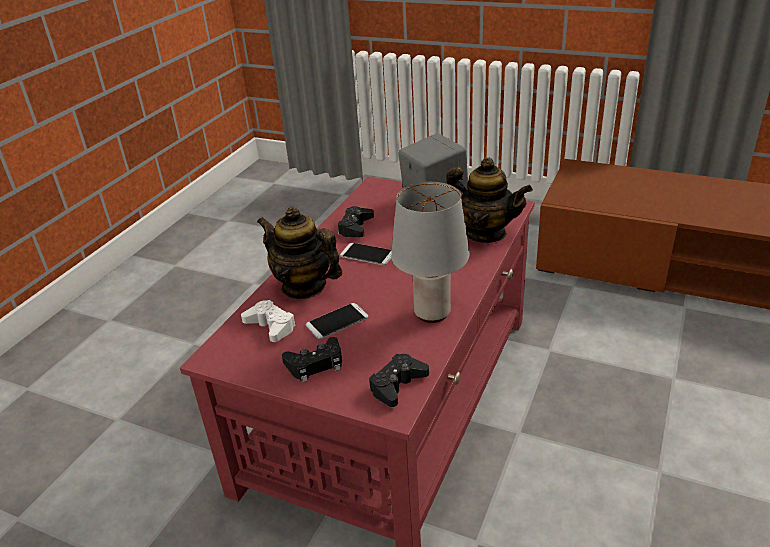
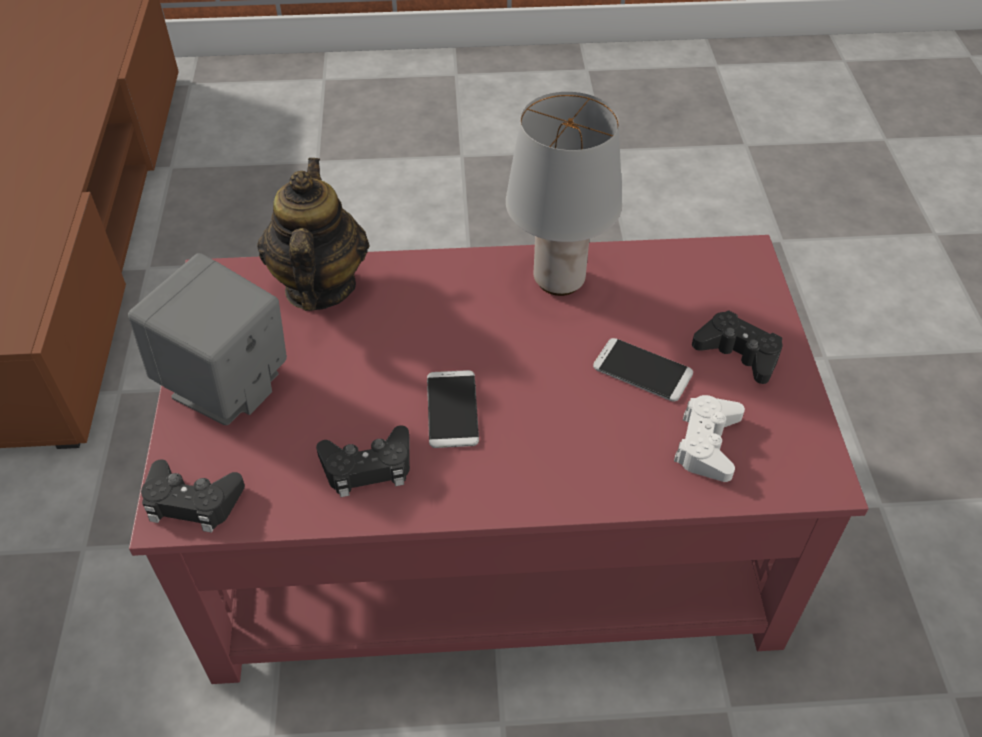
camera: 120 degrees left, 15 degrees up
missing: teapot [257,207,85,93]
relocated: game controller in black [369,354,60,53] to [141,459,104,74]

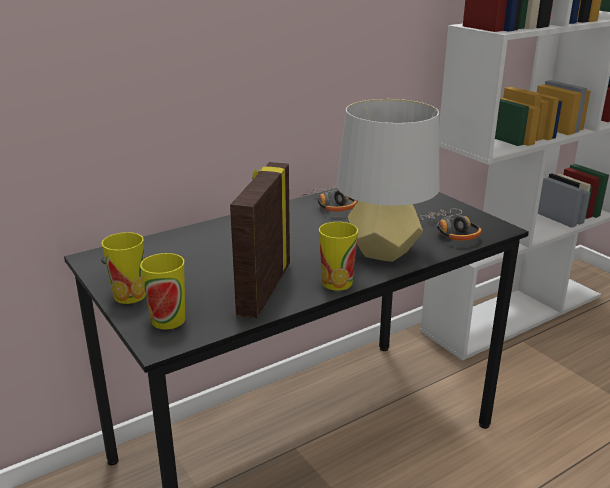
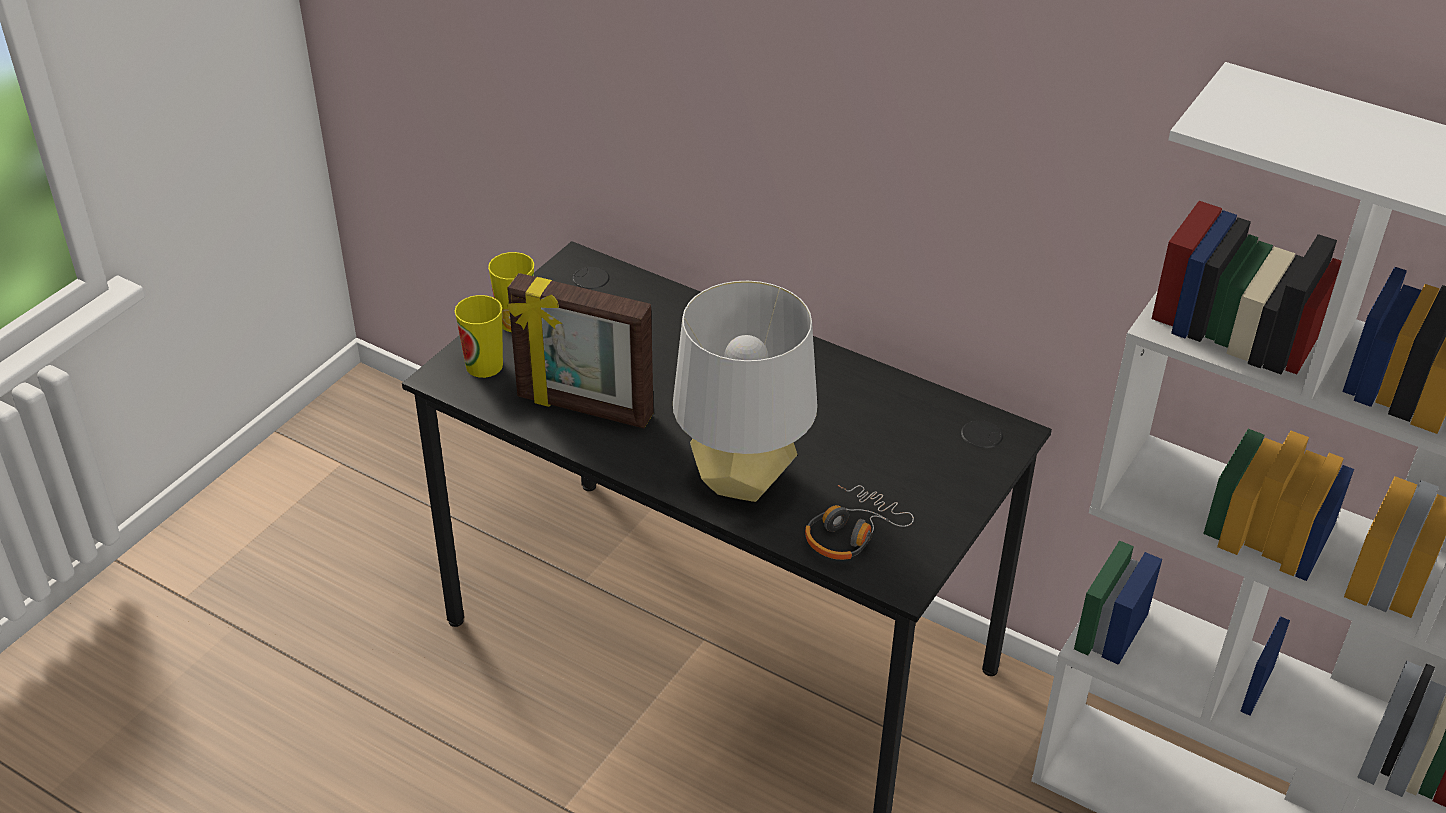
camera: 65 degrees right, 15 degrees up
missing: headphones [300,185,57,27]; cup [319,222,39,69]
spun: picture frame [230,162,60,156] = [507,273,147,155] 150 degrees counterclockwise

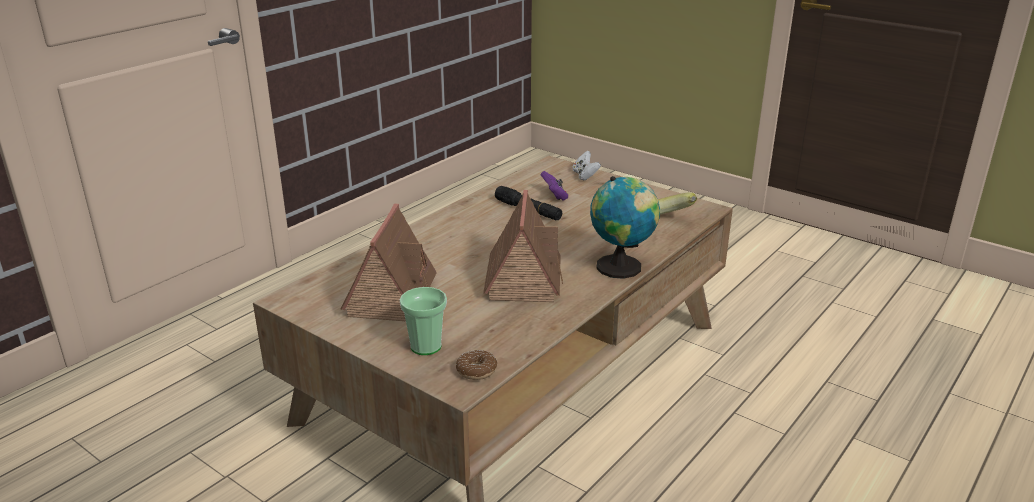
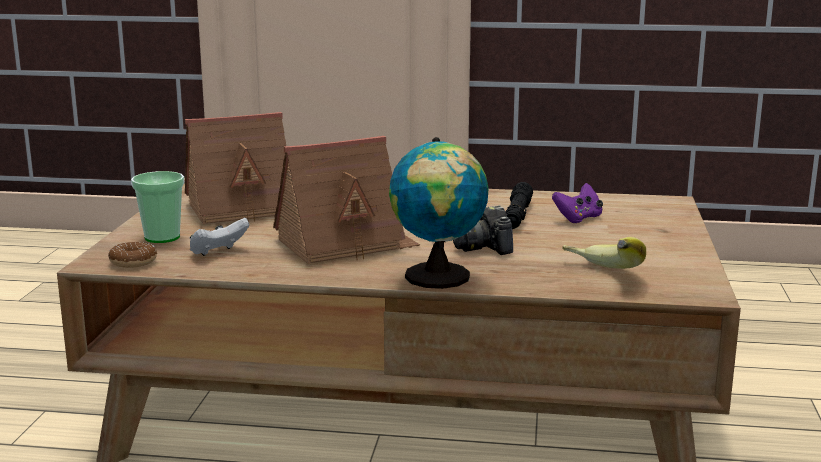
camera: 60 degrees right, 10 degrees down
appeared: photo camera [453,205,60,50]
relocated: game controller in white [573,151,28,29] to [190,218,60,38]

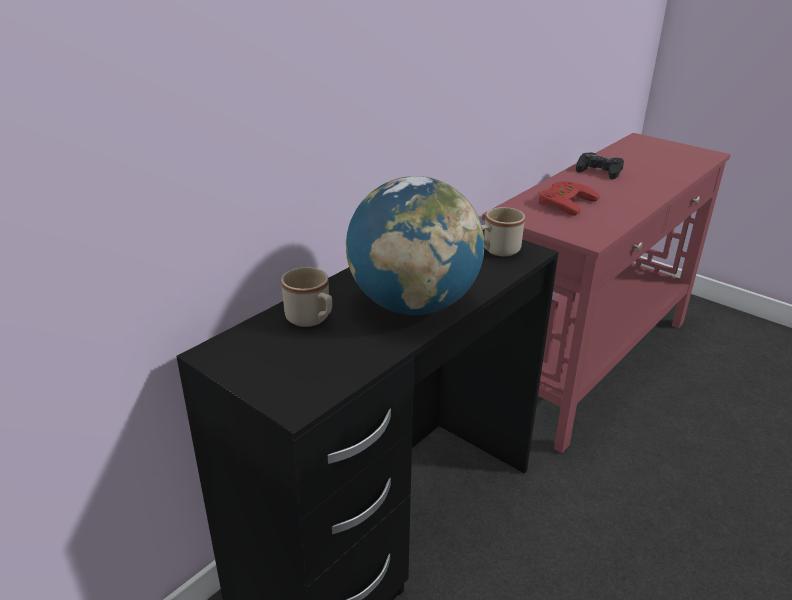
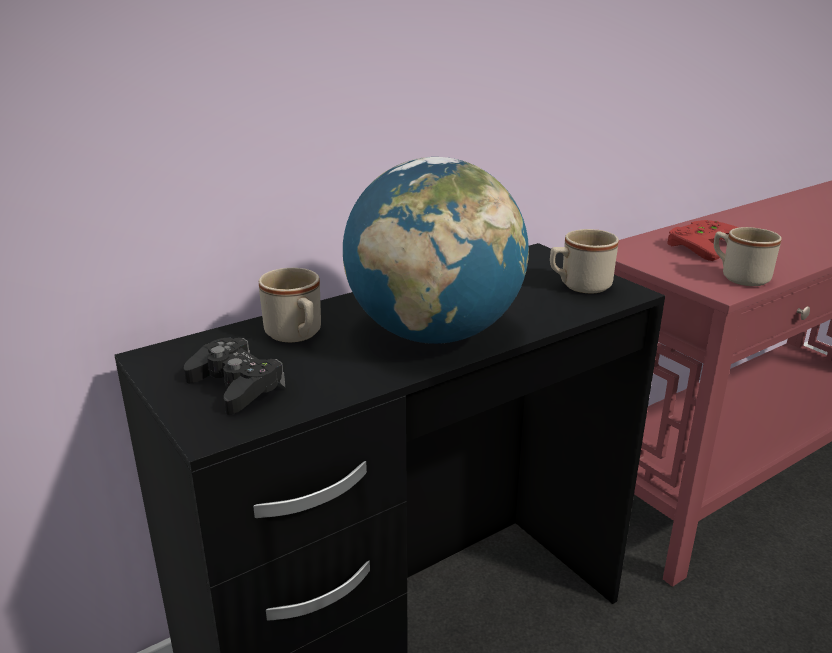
camera: 15 degrees right, 5 degrees down
appeared: mug in beige [714,227,68,59]
relocated: game controller in black [576,152,48,28] to [184,338,101,77]

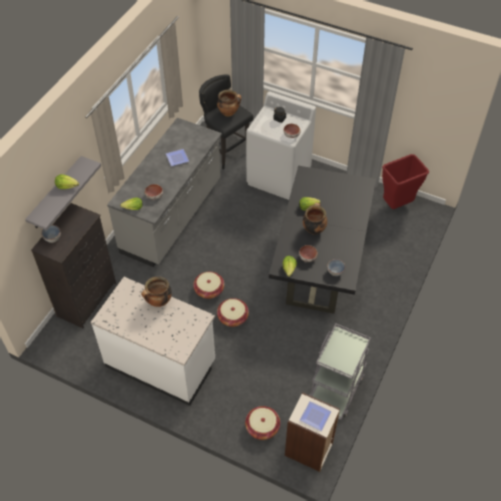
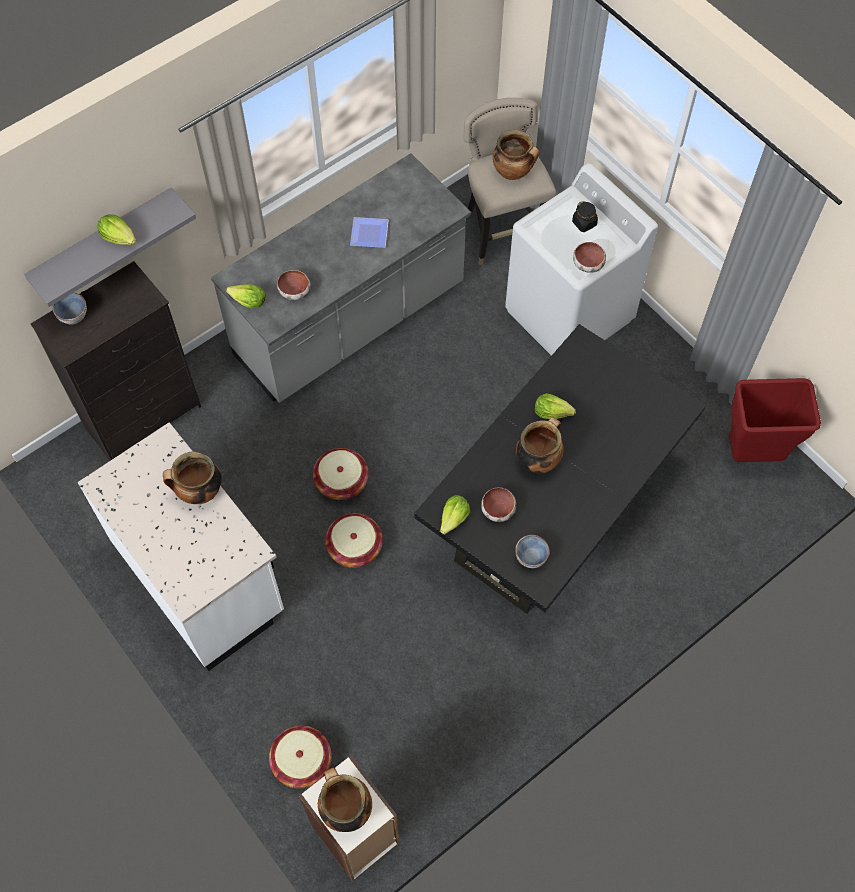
camera: 25 degrees right, 10 degrees up
missing: cart in grey [309,323,62,97]
exchanged: plate [300,401,31,30] to cooking pot [318,767,54,65]
colour: stool in black [199,74,54,95] to stool in beige [463,98,93,167]

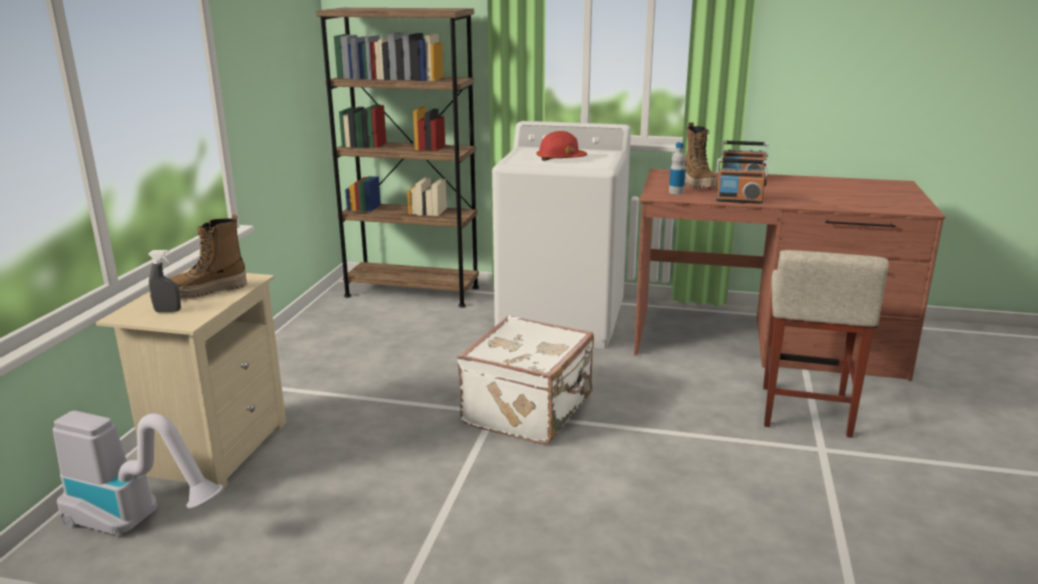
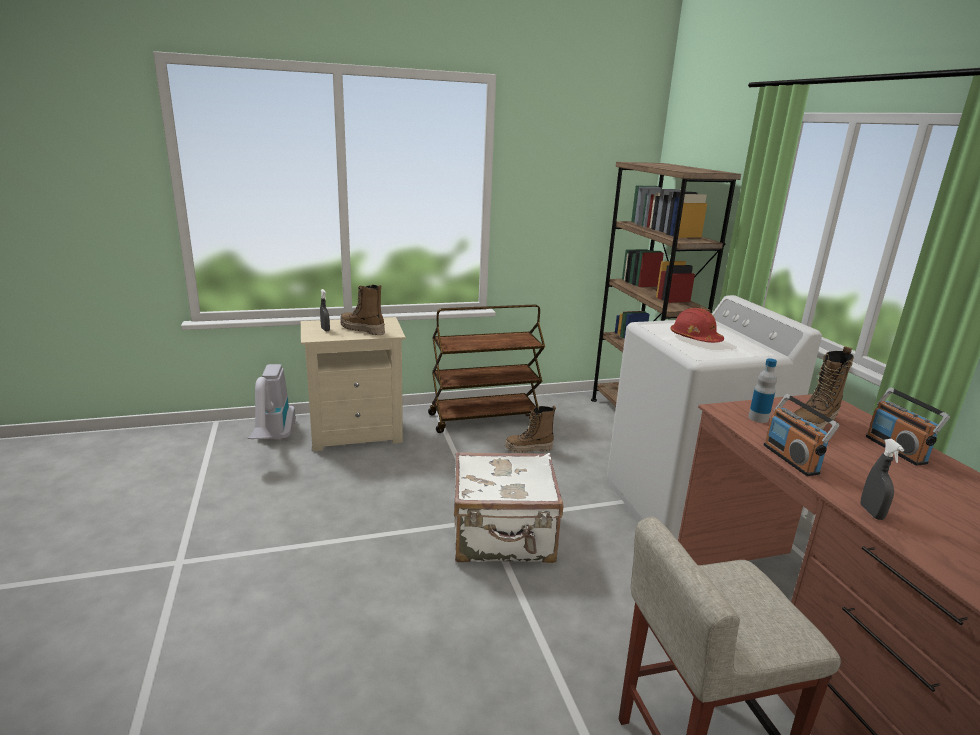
camera: 60 degrees right, 0 degrees up
appeared: cart in brown [428,305,117,128]; boot [505,406,51,47]; spray bottle in grey [860,439,44,81]

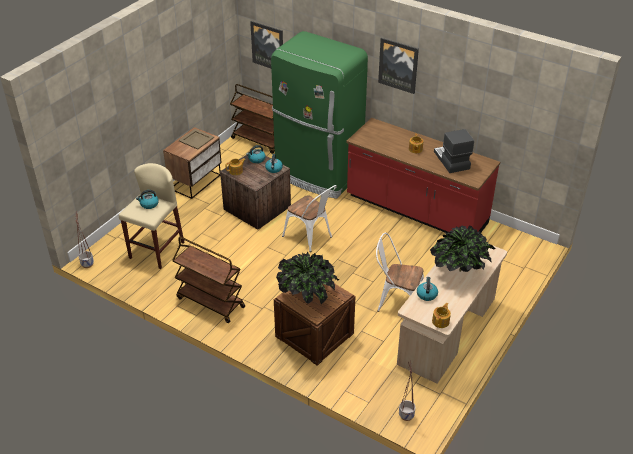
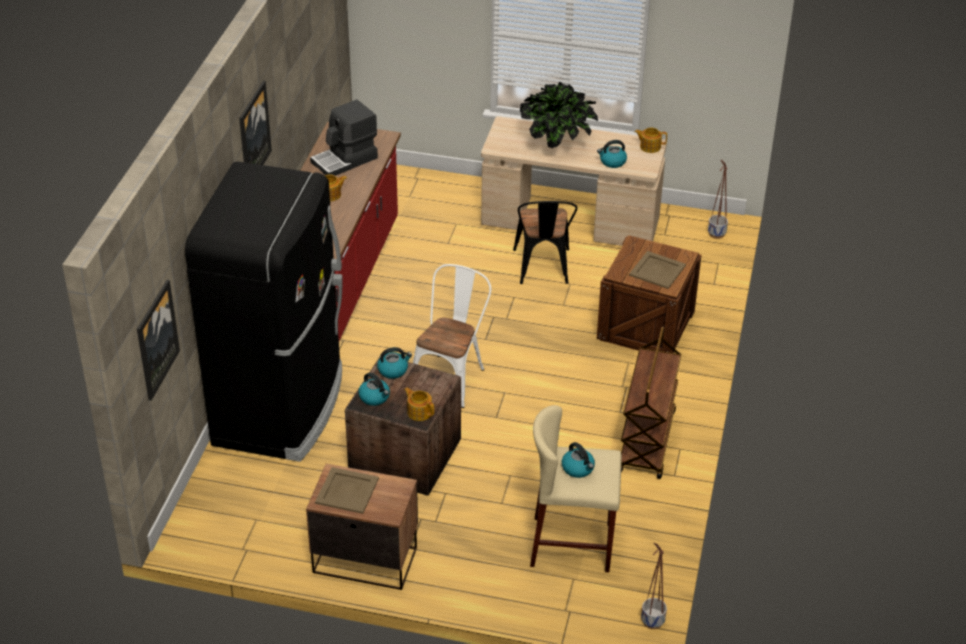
camera: 110 degrees left, 0 degrees up
missing: cart in brown [230,84,45,70]
exchanged: potted plant [276,252,63,52] to tray in beige [629,251,57,38]
colour: fridge in green [271,31,97,168] to fridge in black [185,162,158,300]; chair in white [376,233,48,79] to chair in black [513,201,64,83]

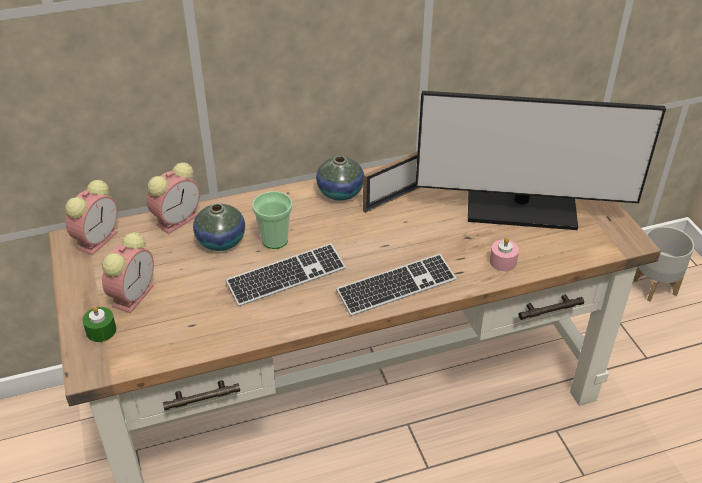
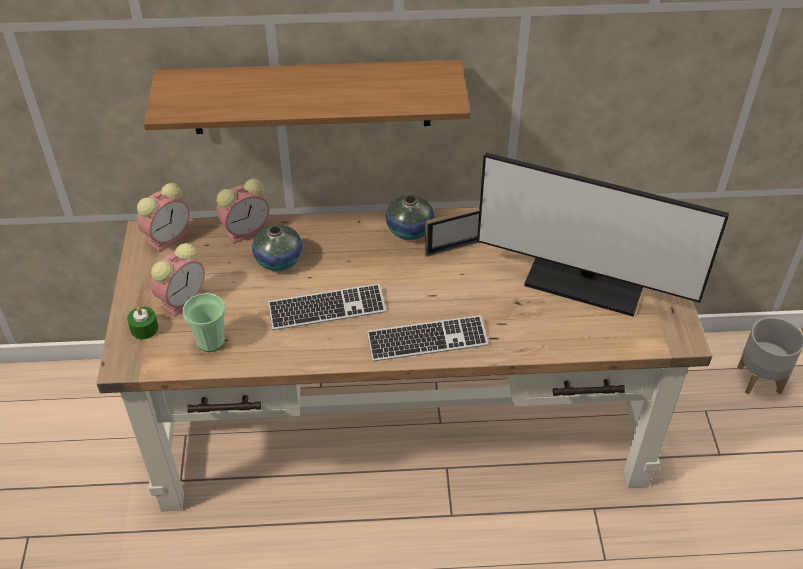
camera: 15 degrees right, 5 degrees up
missing: candle in pink [490,237,29,34]
appeared: shelf [144,60,326,74]
relocated: cup [252,191,40,58] to [183,293,42,59]

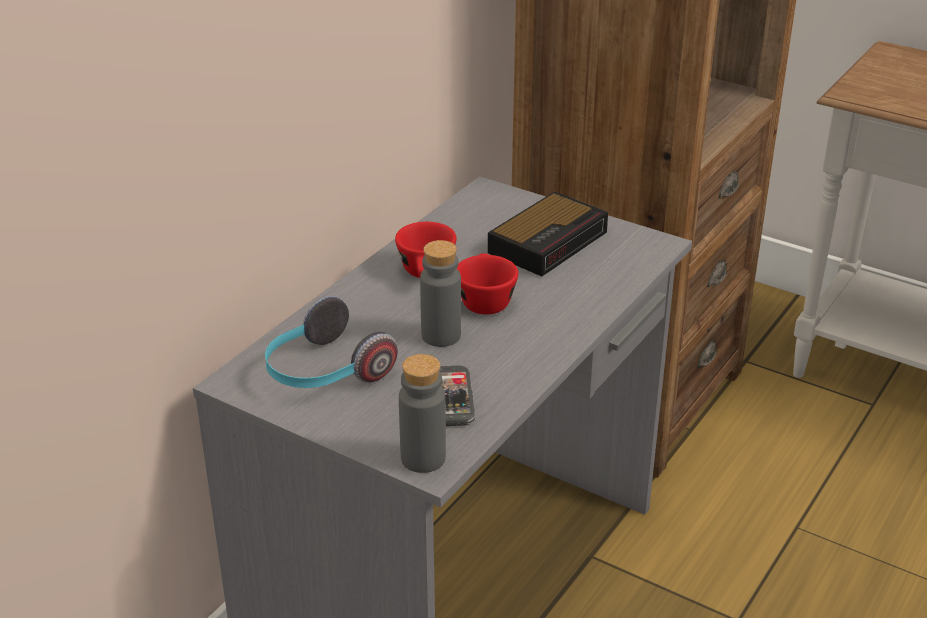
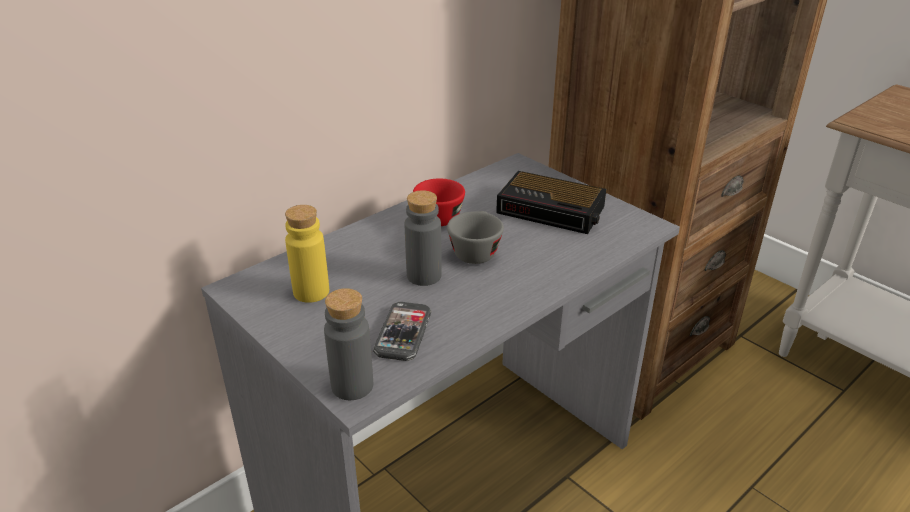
camera: 15 degrees right, 0 degrees up
exchanged: headphones [265,296,133,92] to bottle in yellow [285,205,44,98]
colour: cup in red [457,253,61,62] to cup in grey [447,211,57,53]
spun: alarm clock [488,191,120,85] = [496,171,110,63] 60 degrees clockwise

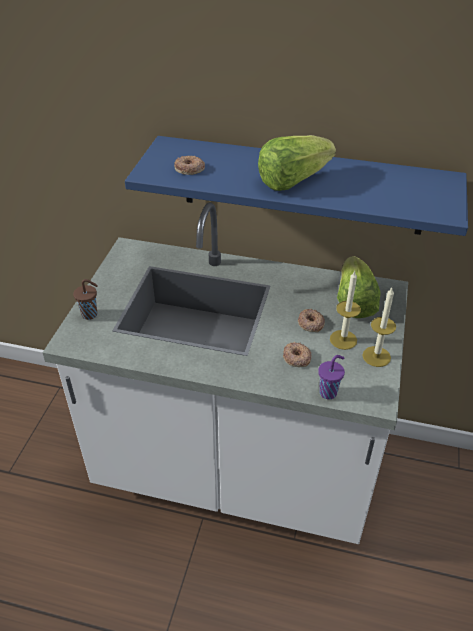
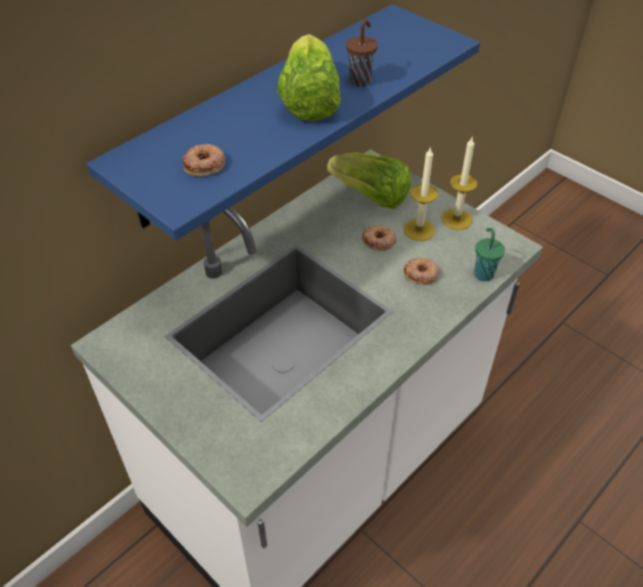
camera: 60 degrees left, 5 degrees up
relocated: cup in brown [73,279,25,41] to [346,19,32,68]
colour: cup in purple [318,355,27,44] to cup in green [474,228,31,53]

